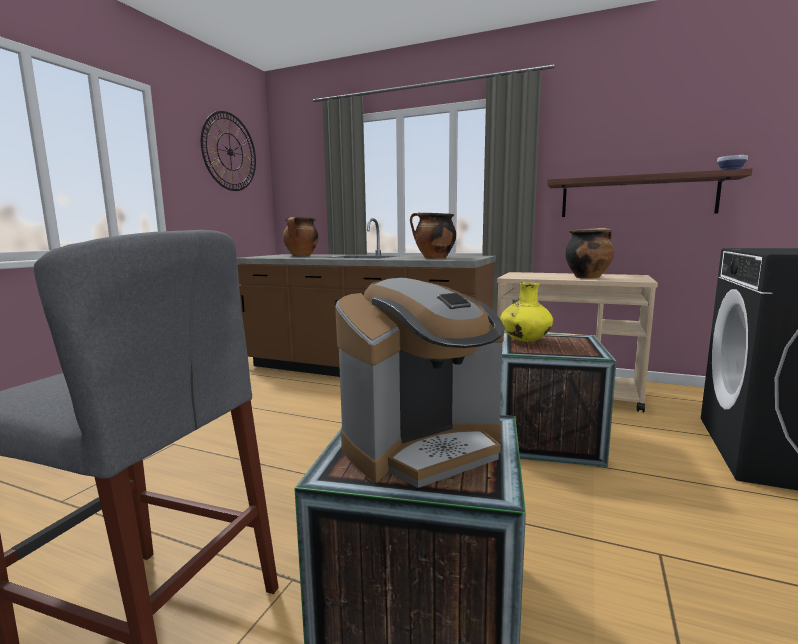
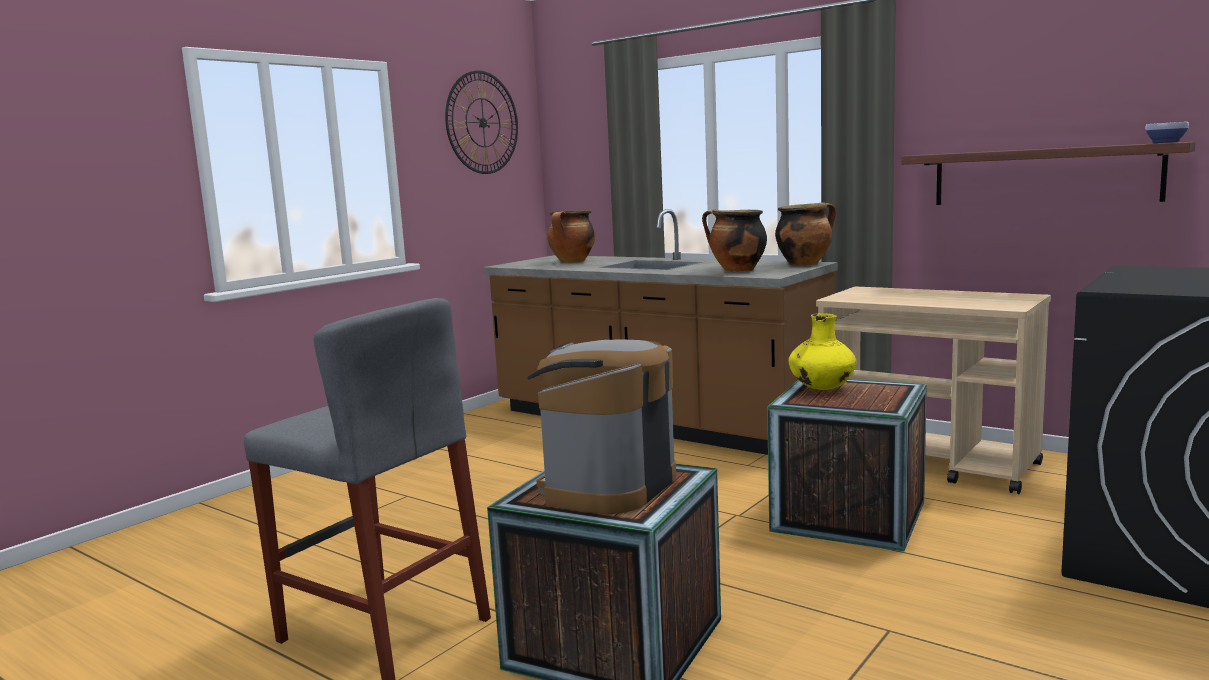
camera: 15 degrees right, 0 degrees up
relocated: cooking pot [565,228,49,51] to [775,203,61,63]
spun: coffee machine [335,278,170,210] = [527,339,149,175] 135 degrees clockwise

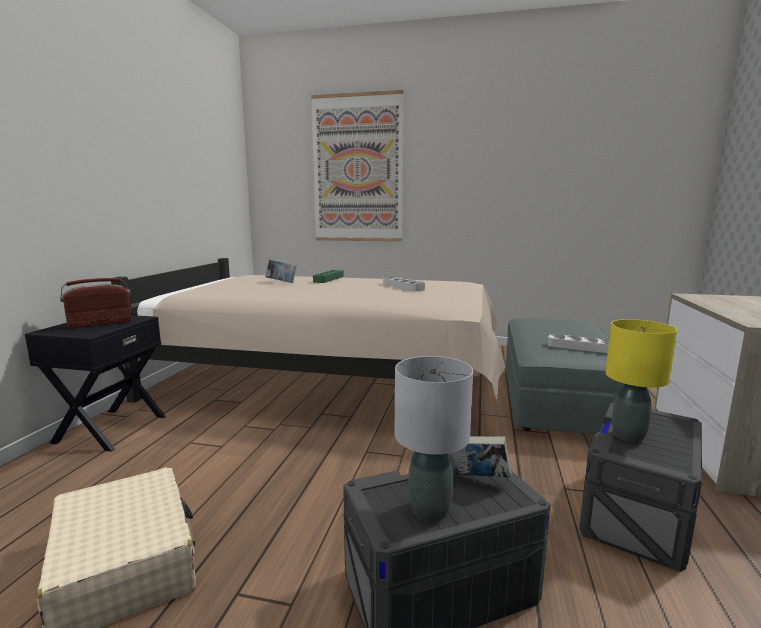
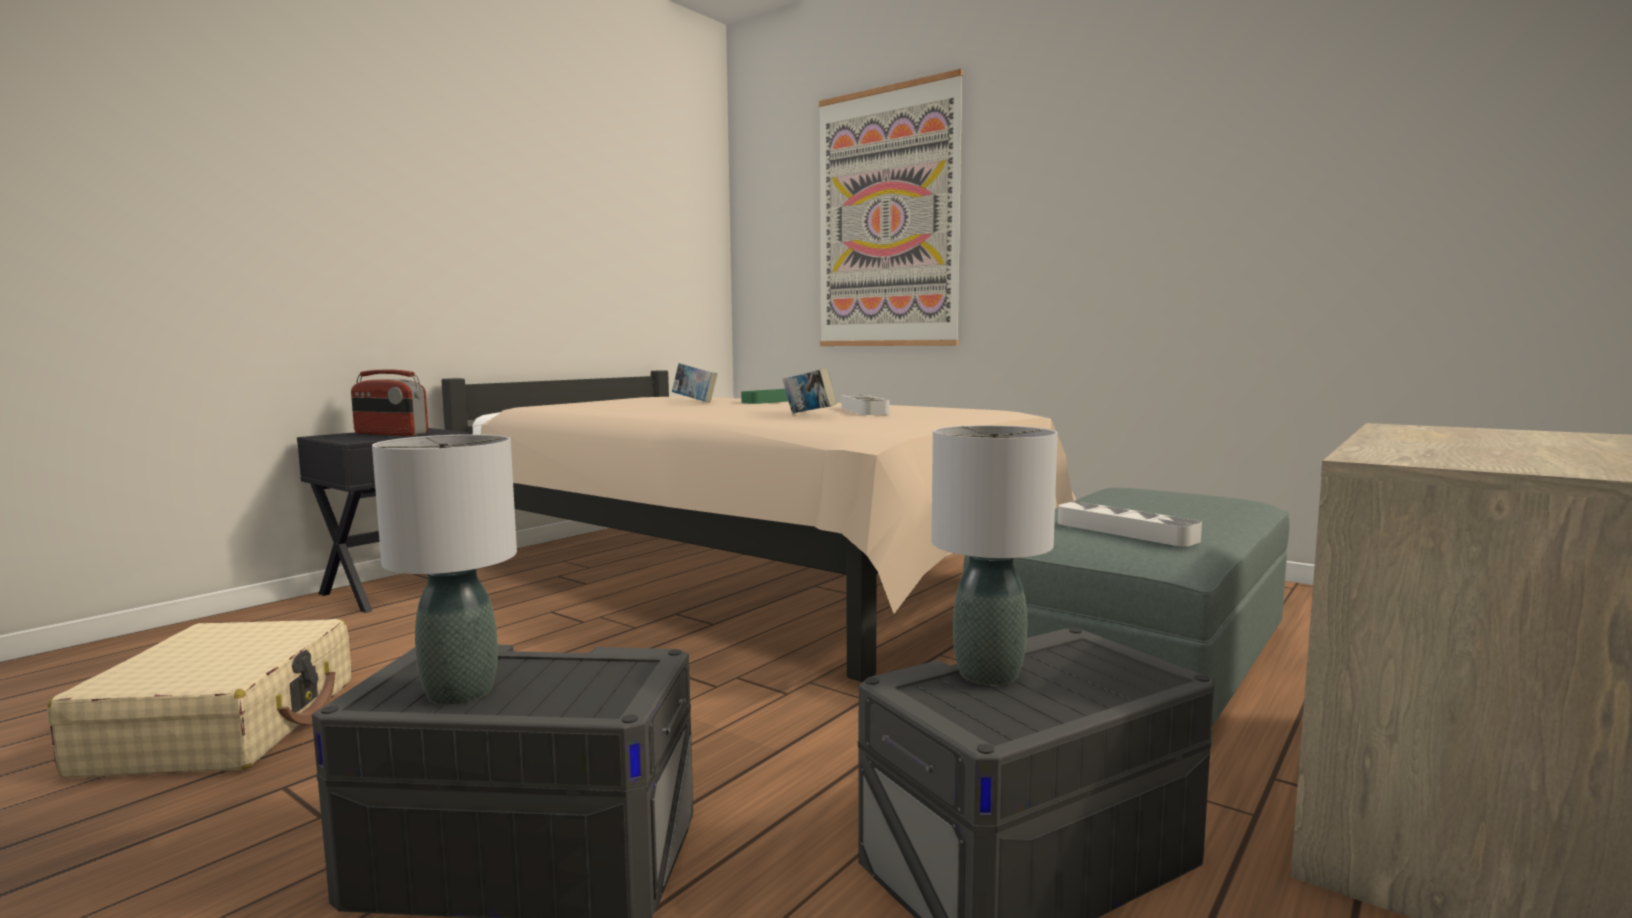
camera: 25 degrees right, 5 degrees down
relocated: book [449,436,63,42] to [783,367,53,46]
colour: table lamp in yellow [605,319,72,123] to table lamp in grey [931,425,126,260]
spun: radio [60,278,71,51] = [351,370,77,66] 150 degrees counterclockwise

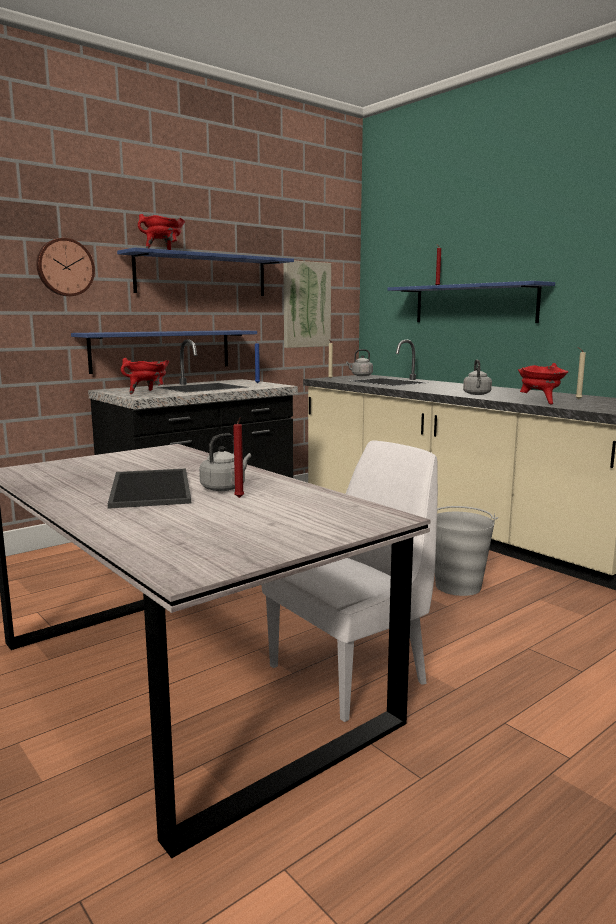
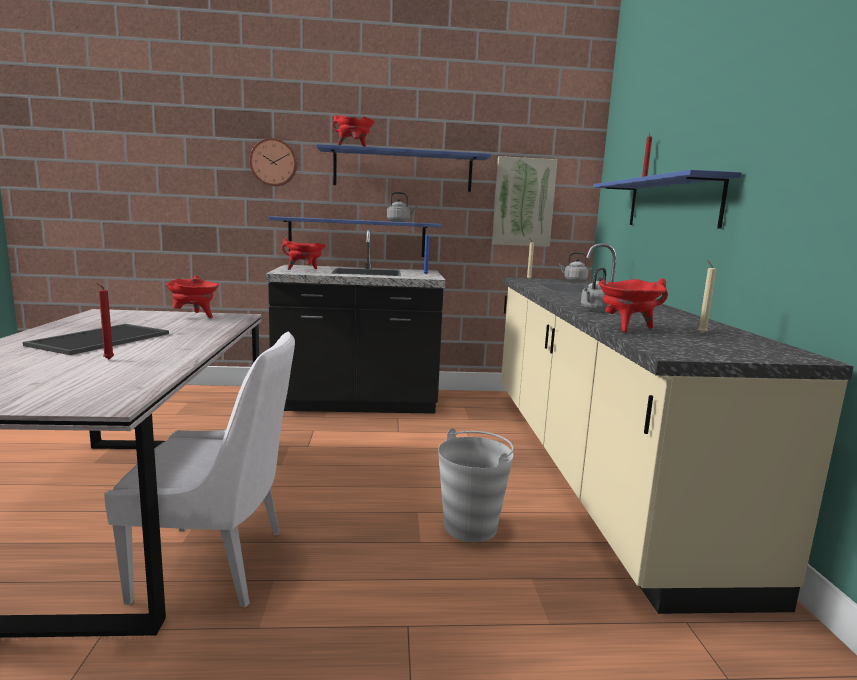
camera: 35 degrees right, 0 degrees up
appeared: cooking pot in red [165,275,54,43]
relocated: kettle in grey [199,433,52,58] to [387,192,30,30]

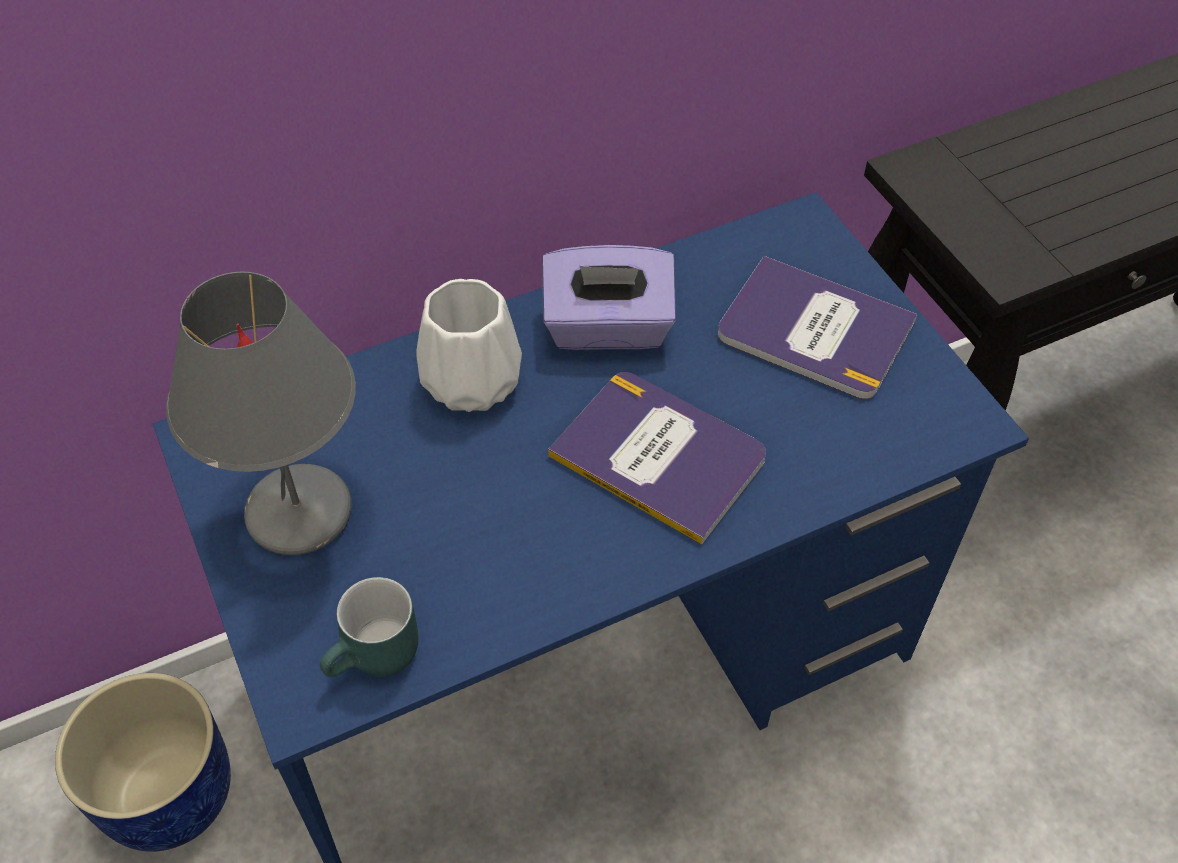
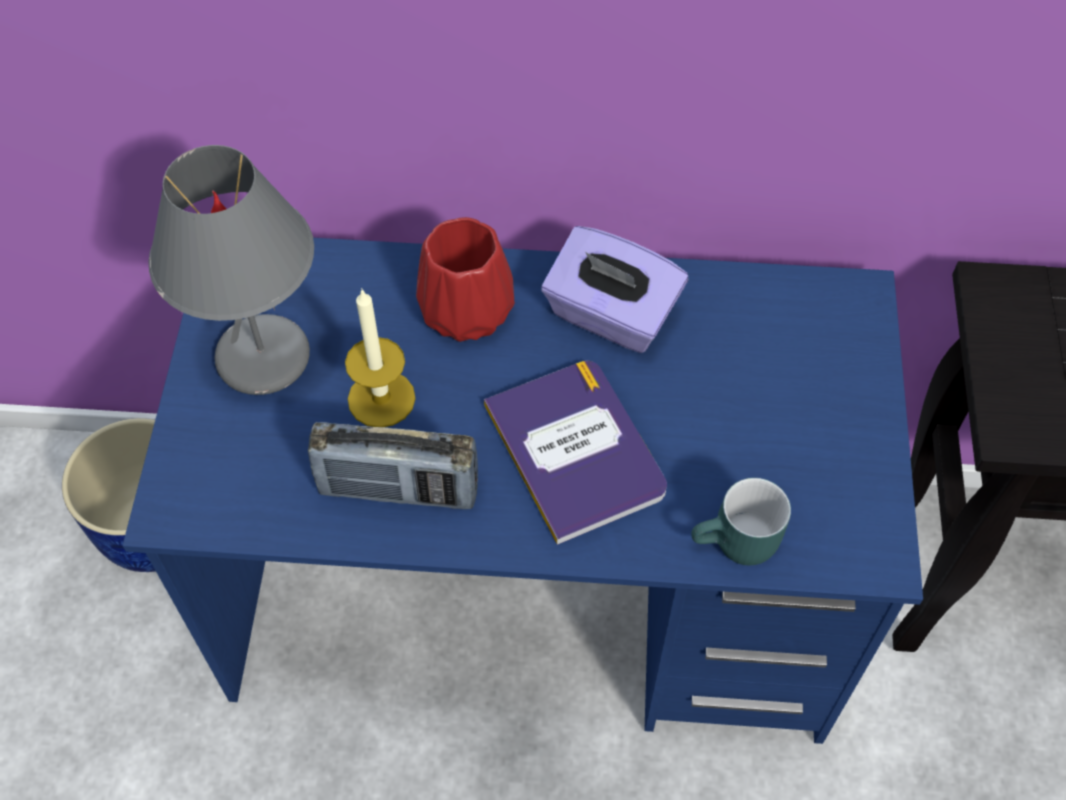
camera: 30 degrees right, 5 degrees up
missing: book [718,256,199,143]
appeared: candle [345,288,71,139]; radio [308,422,170,87]
relocated: mug in turquoise [320,577,99,100] to [691,478,100,88]
colour: vase in white [416,279,106,133] to vase in red [416,217,99,125]

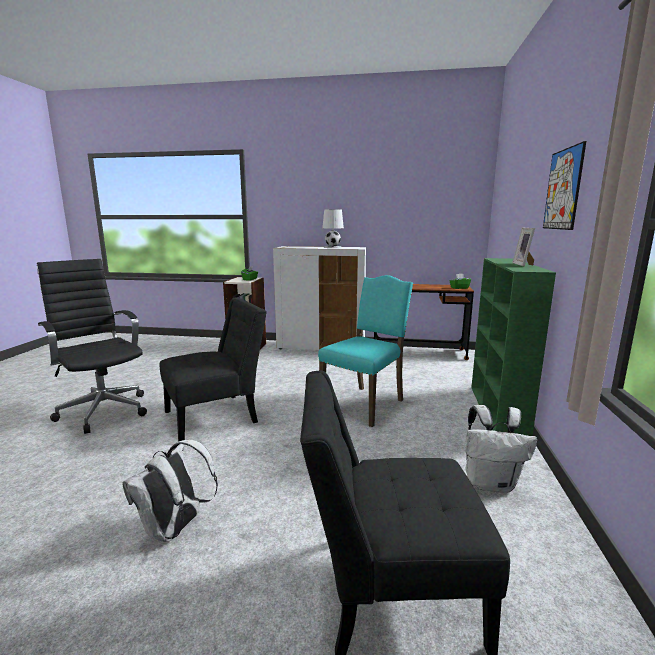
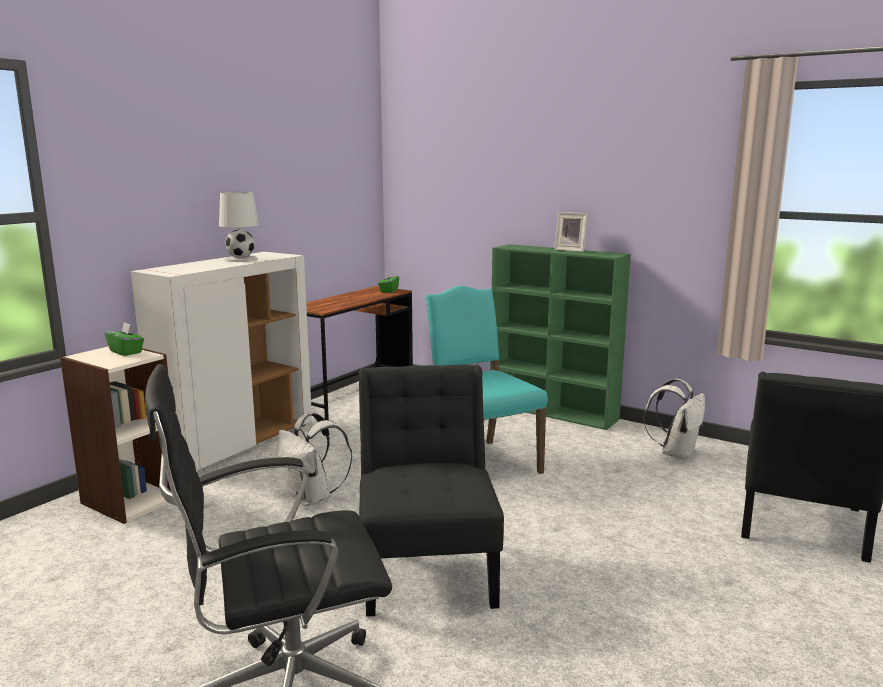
camera: 65 degrees left, 0 degrees up
missing: picture [543,141,43,89]
relocated: backpack in white [122,440,96,102] to [278,412,74,94]

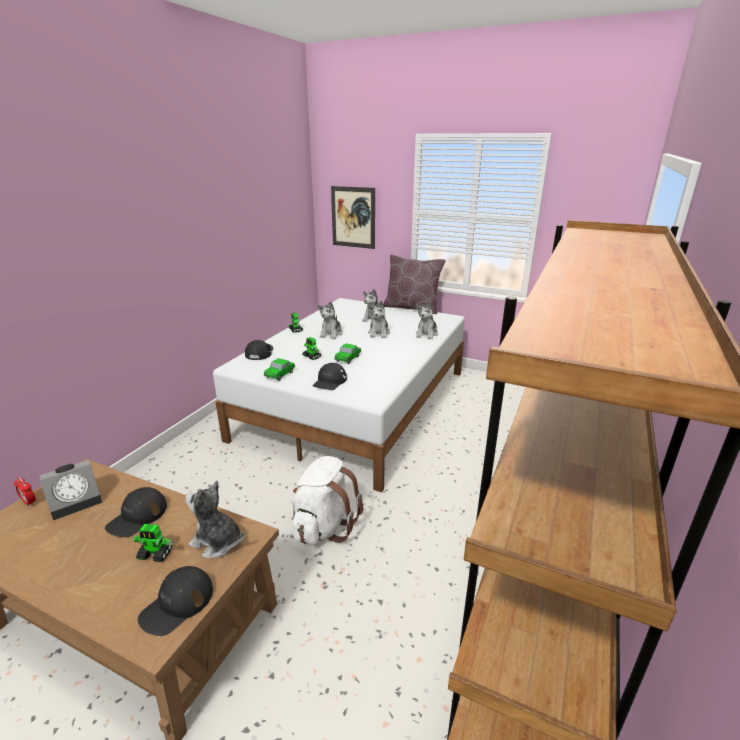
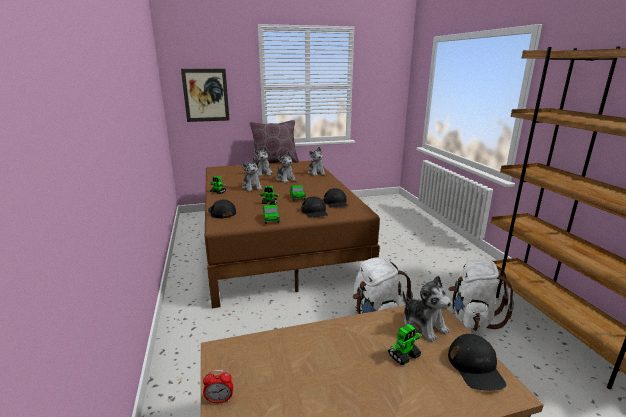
camera: 40 degrees left, 5 degrees down
missing: alarm clock [40,460,62,60]
appeared: backpack in white [448,259,66,72]
relocated: cap in black [105,487,62,50] to [324,188,24,20]
colour: bed in white [213,298,252,194] to bed in brown [205,160,175,148]
spun: plush toy [185,480,60,78] = [402,276,50,66] 105 degrees counterclockwise

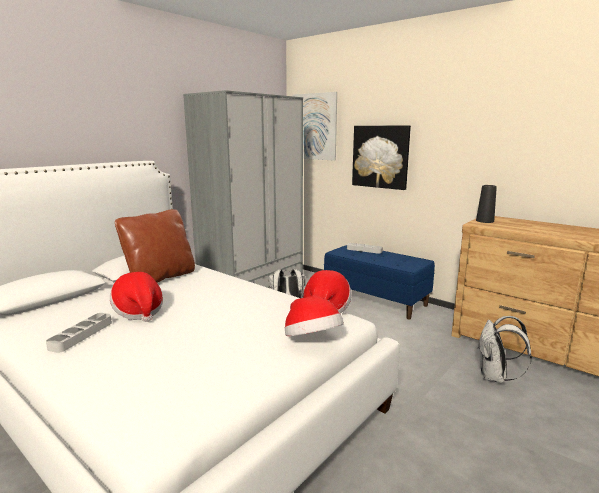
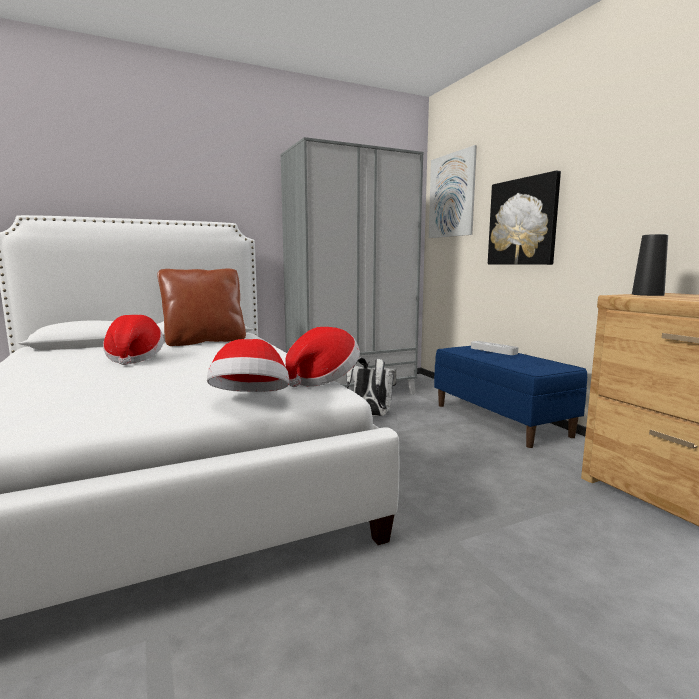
camera: 25 degrees right, 5 degrees down
missing: tray in grey [46,313,66,40]; backpack in white [477,316,55,68]

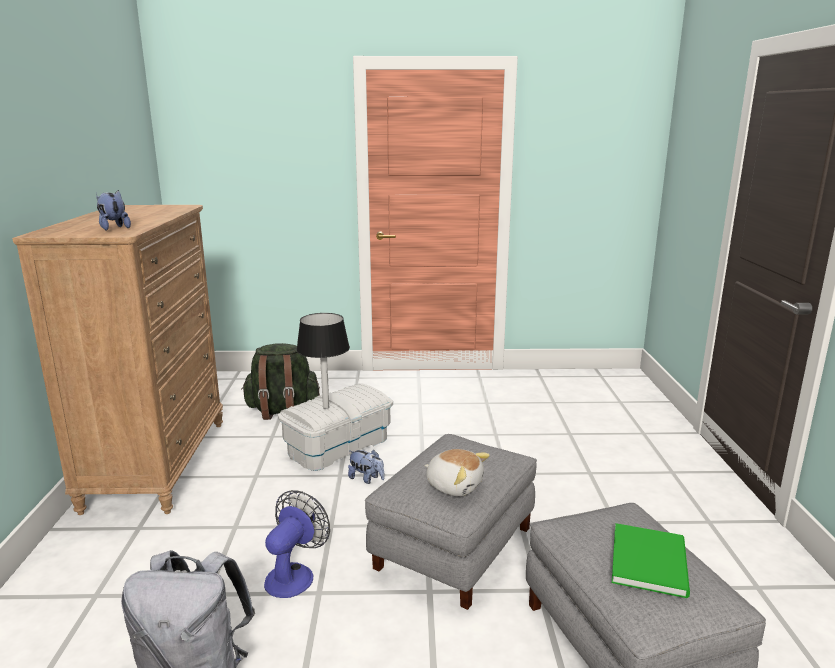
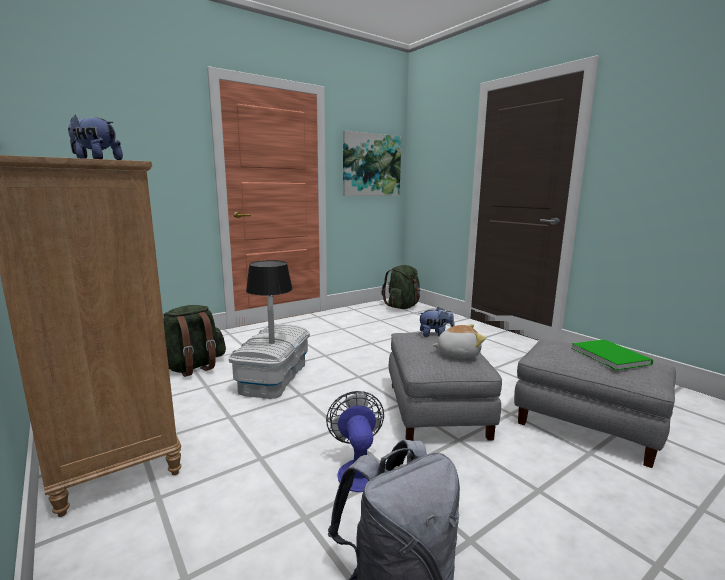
camera: 35 degrees left, 5 degrees down
appeared: picture [343,131,58,65]; backpack in green [382,265,39,44]
relocated: plush toy [348,449,37,35] to [418,307,37,30]

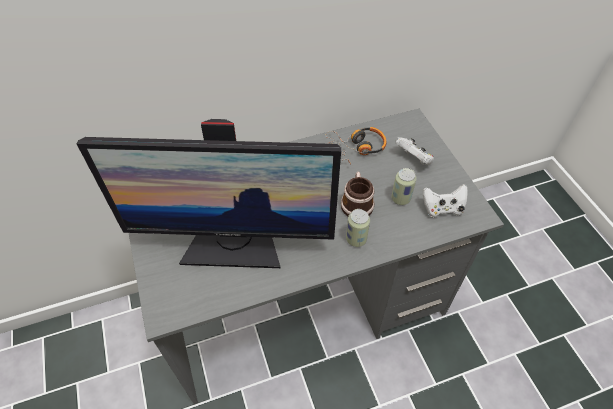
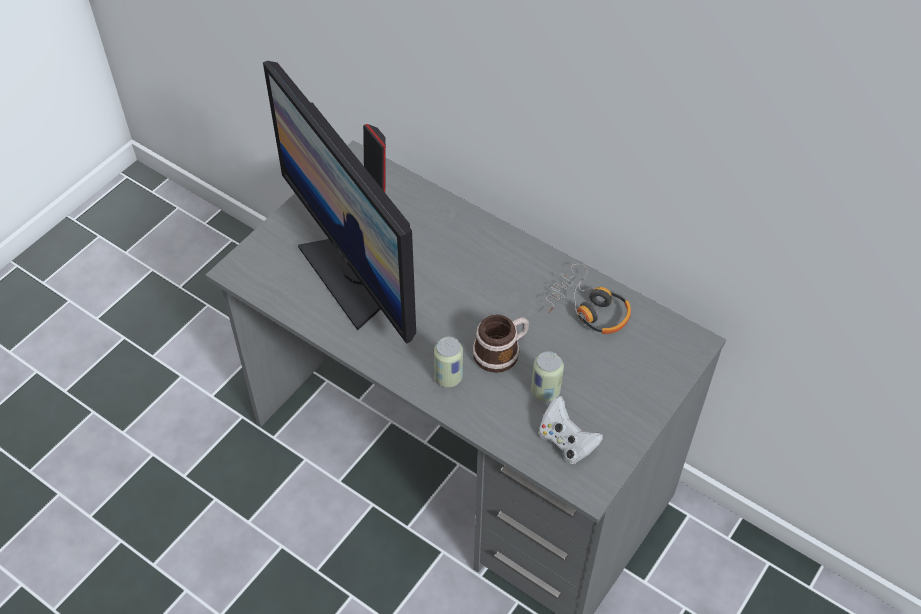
camera: 55 degrees right, 0 degrees up
missing: game controller in white [395,137,39,28]

